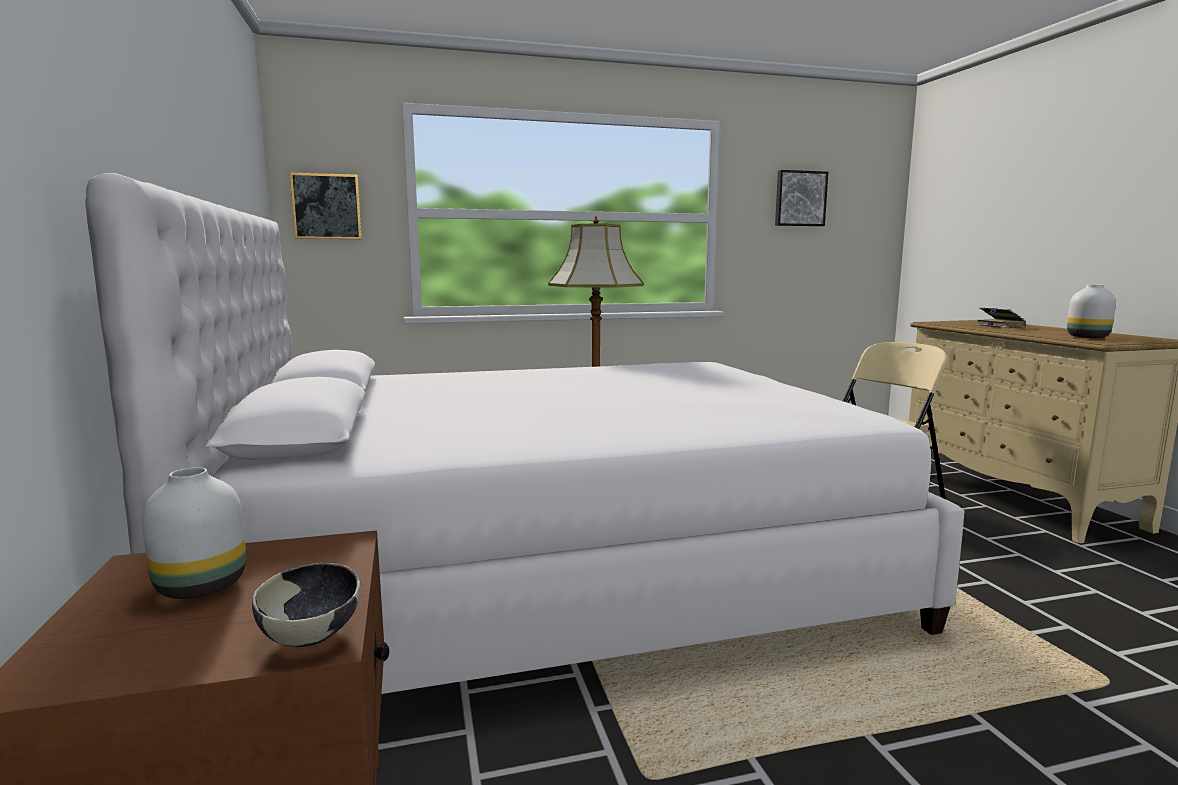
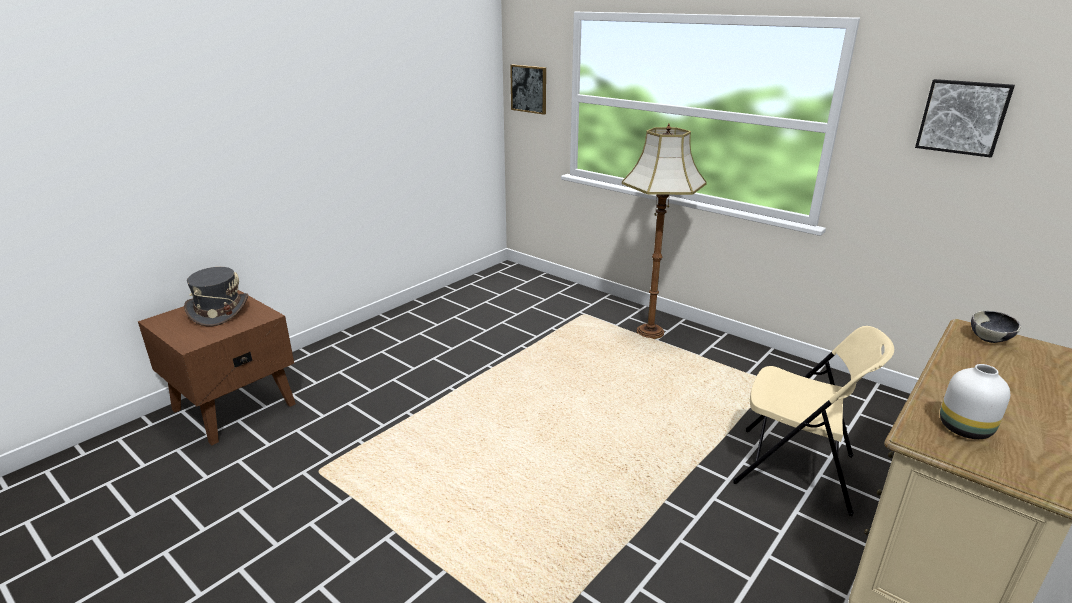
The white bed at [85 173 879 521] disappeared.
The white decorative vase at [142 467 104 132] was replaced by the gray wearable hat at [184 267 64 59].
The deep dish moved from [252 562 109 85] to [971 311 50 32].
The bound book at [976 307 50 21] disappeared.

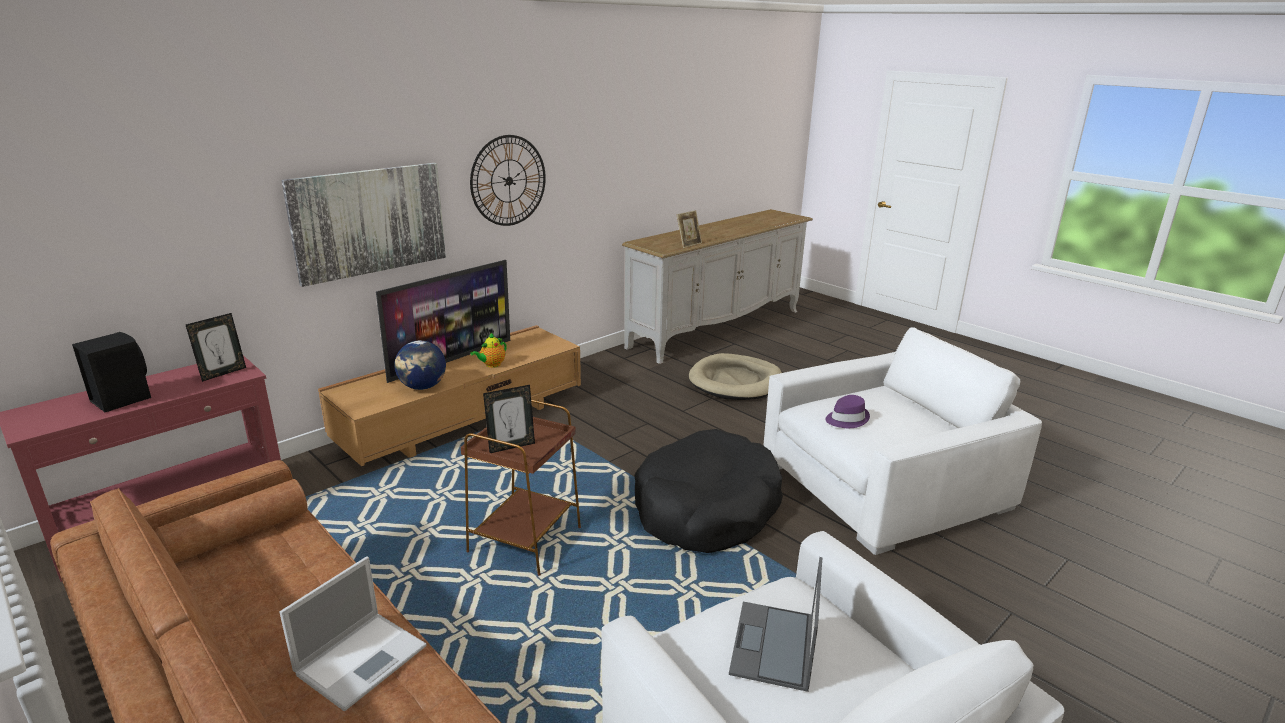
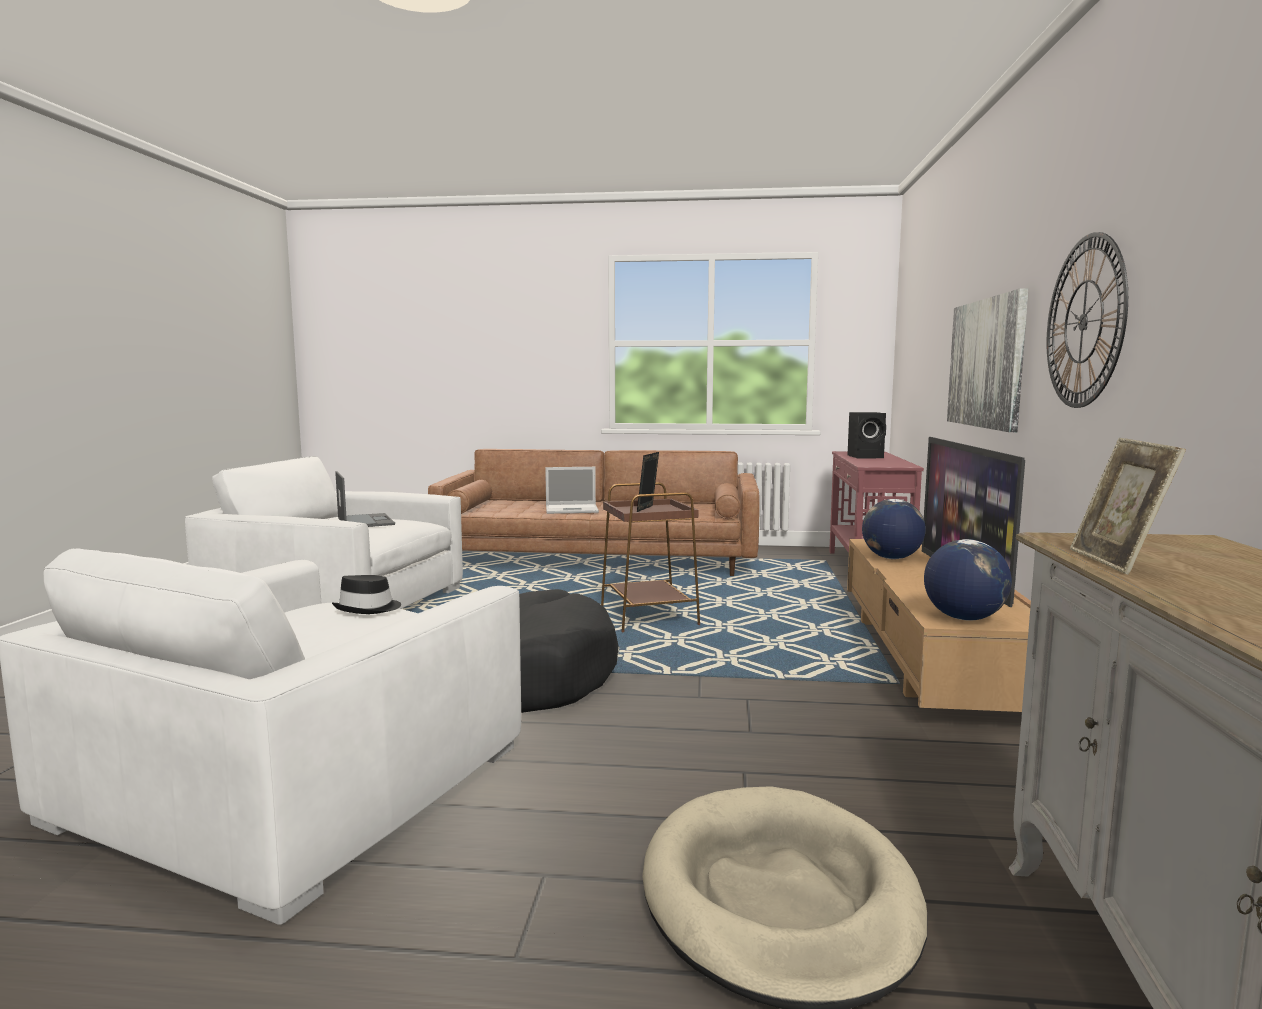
The photo frame at [186 313 60 69] disappeared.
The portable computer at [279 557 147 154] turned 90 degrees counterclockwise.
The tea pot at [470 333 37 35] disappeared.
The purplish wearable hat at [825 395 45 33] became the black wearable hat at [332 575 69 39].
The desk globe at [924 539 88 82] appeared.

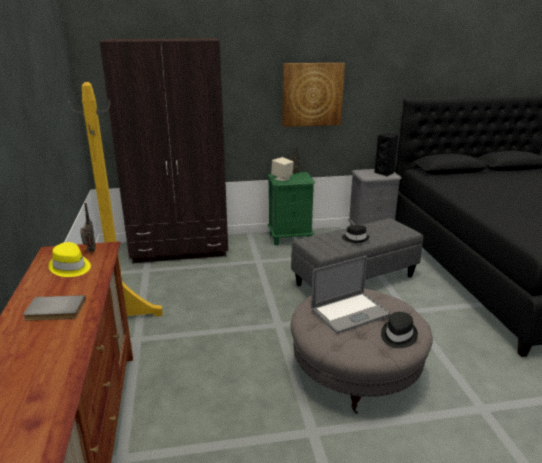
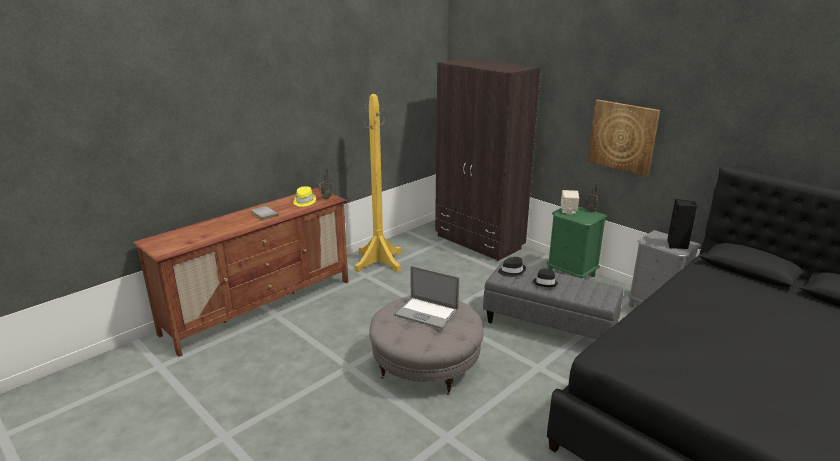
The black wearable hat moved from [381 312 37 36] to [498 257 28 20].

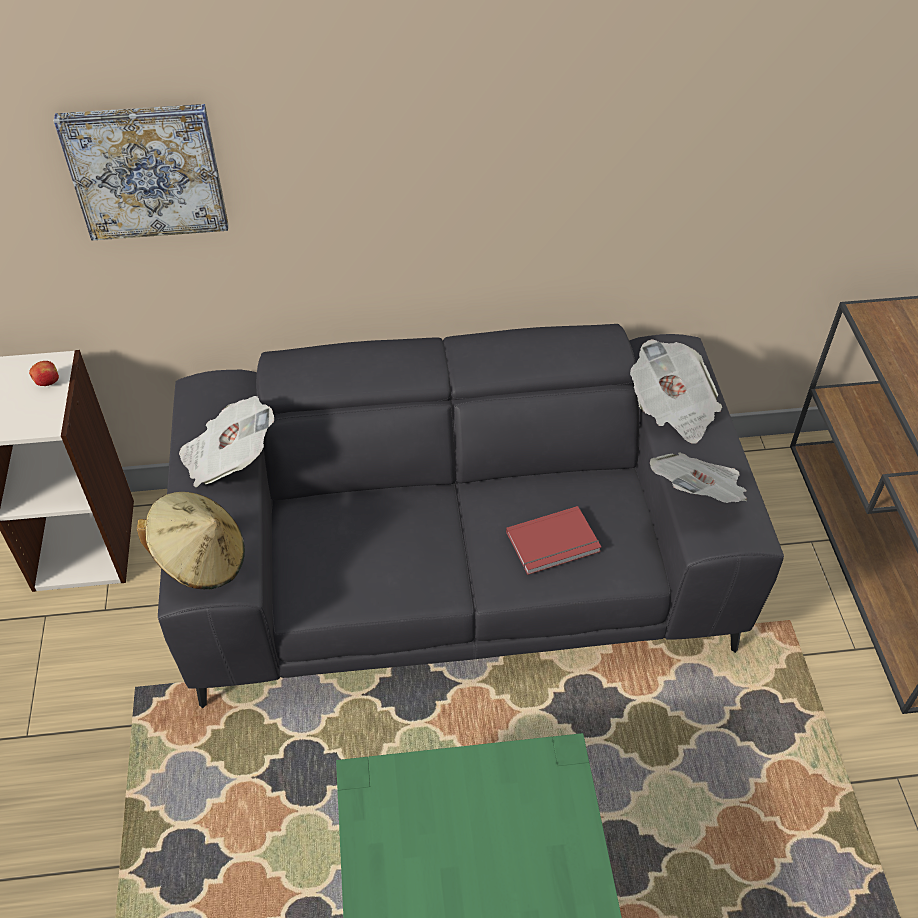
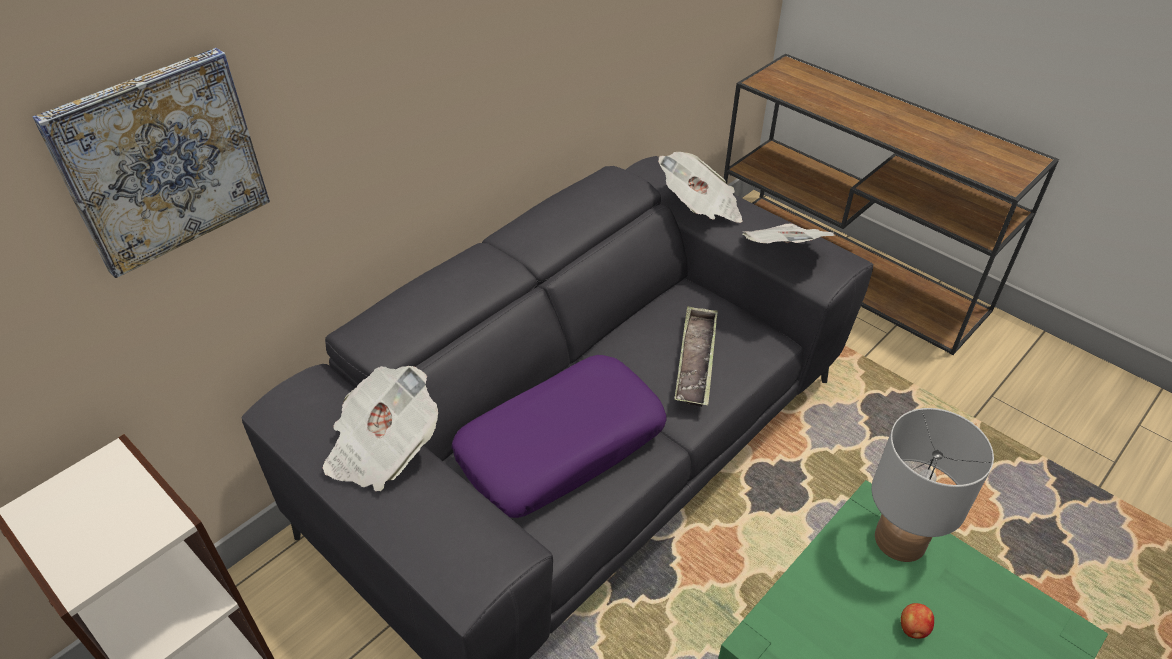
The apple fruit moved from [29 361 30 25] to [901 603 33 36].
The beige wearable hat at [137 492 108 97] disappeared.
The reddish bound book at [506 506 95 69] was replaced by the tray at [675 306 43 101].
The purplish pillow at [452 355 214 163] appeared.
The gray table lamp at [872 408 122 154] appeared.

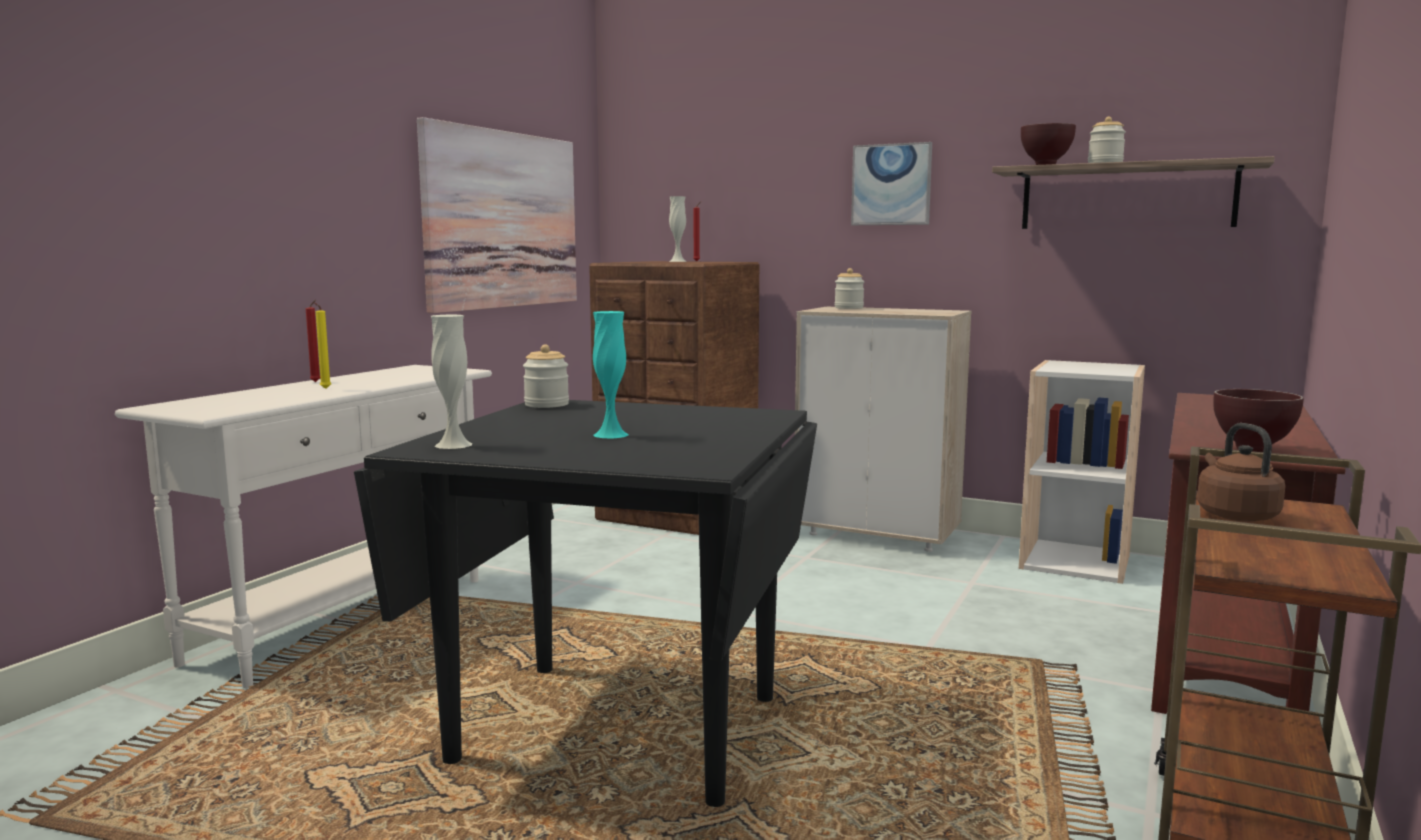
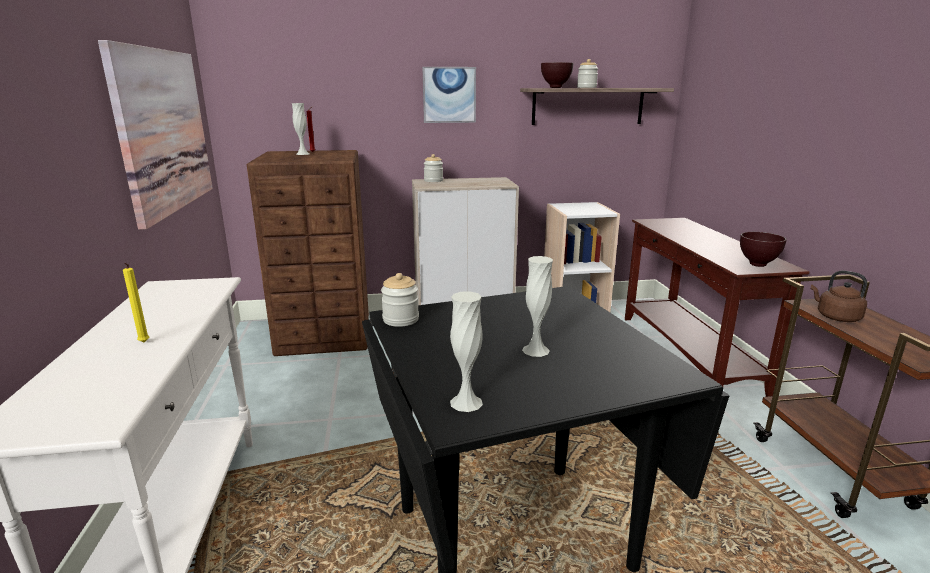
The reddish wax light at [306 300 14 82] disappeared.
The turquoise decorative vase at [593 311 35 127] became the white decorative vase at [522 256 31 101].

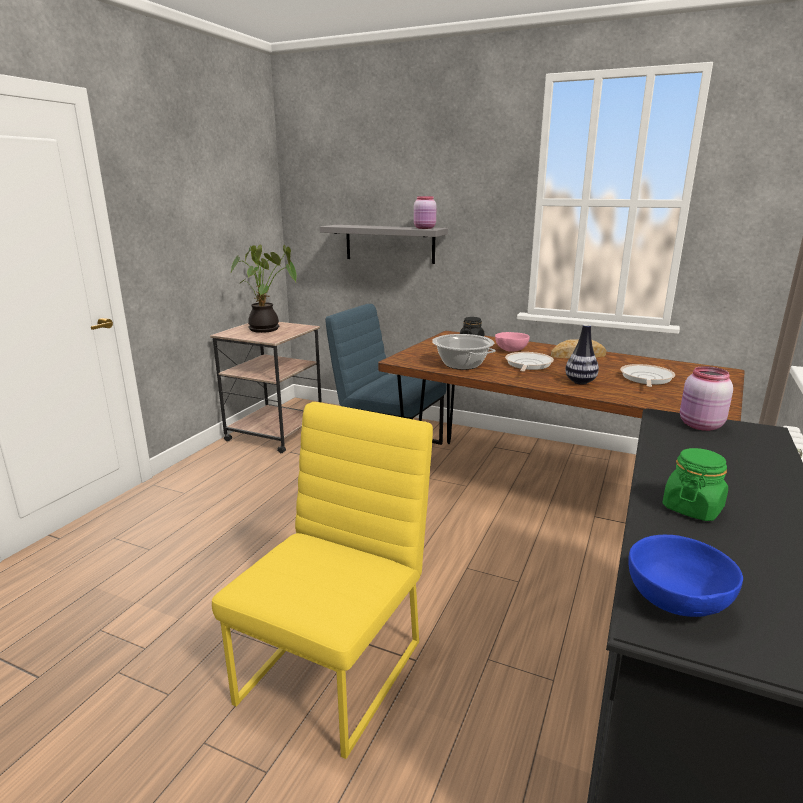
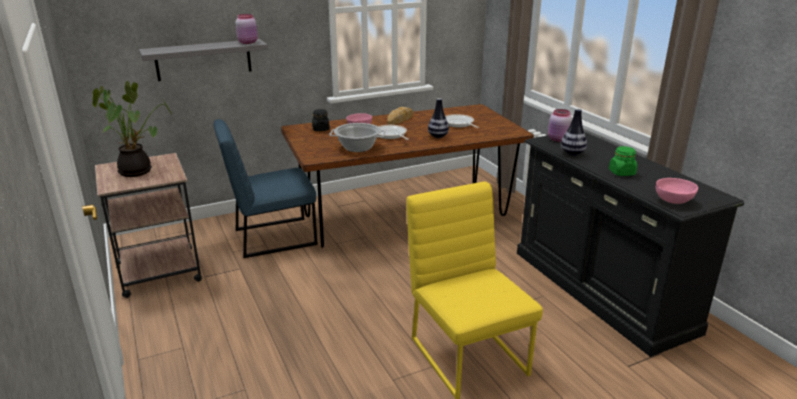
The blue deep dish at [628 535 115 82] became the pink-coloured deep dish at [656 178 42 26].
The decorative vase at [561 108 26 48] appeared.

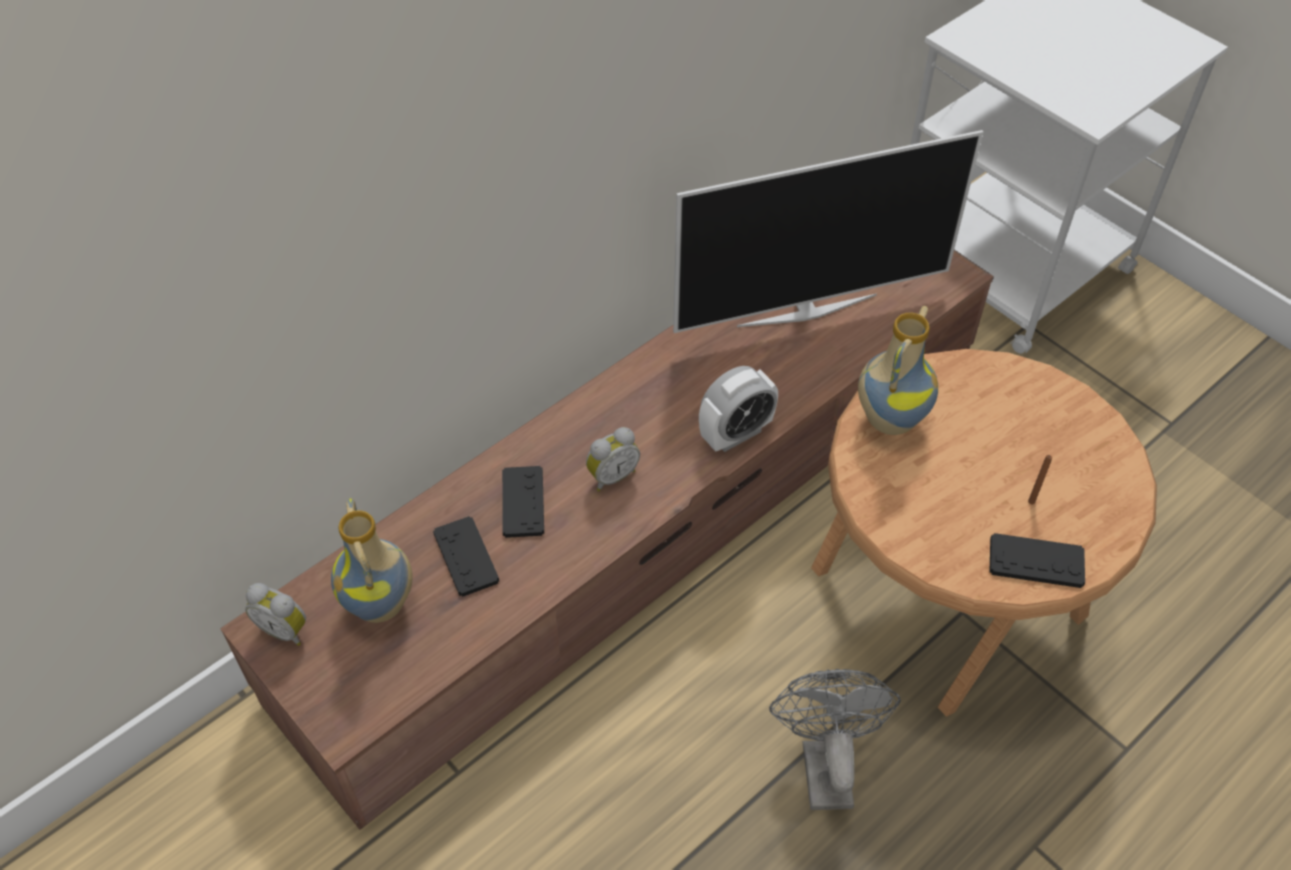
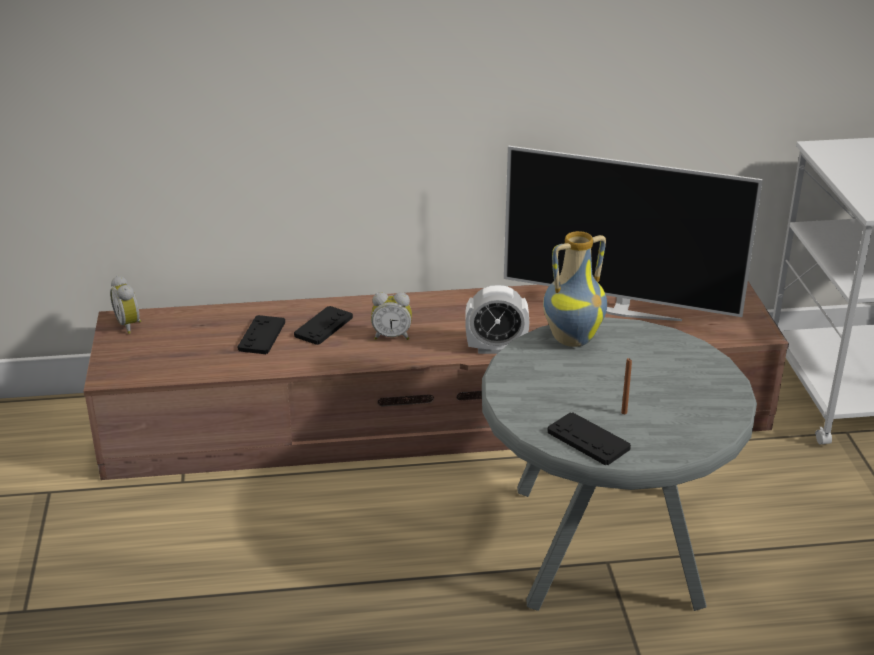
The decorative vase at [331 498 82 125] disappeared.
The gray cooling fan at [769 669 132 141] disappeared.
The brown-coloured side table at [811 349 346 367] became the gray side table at [482 317 275 294].

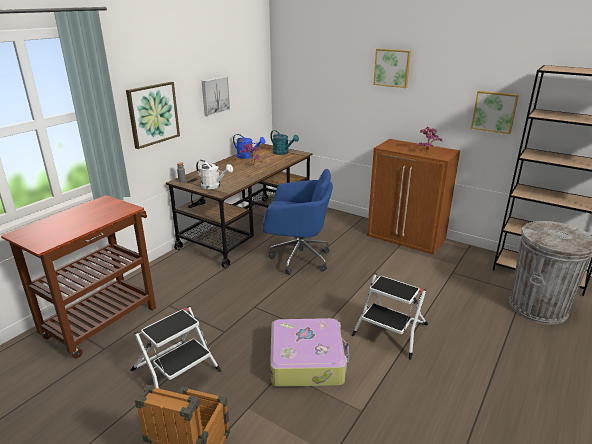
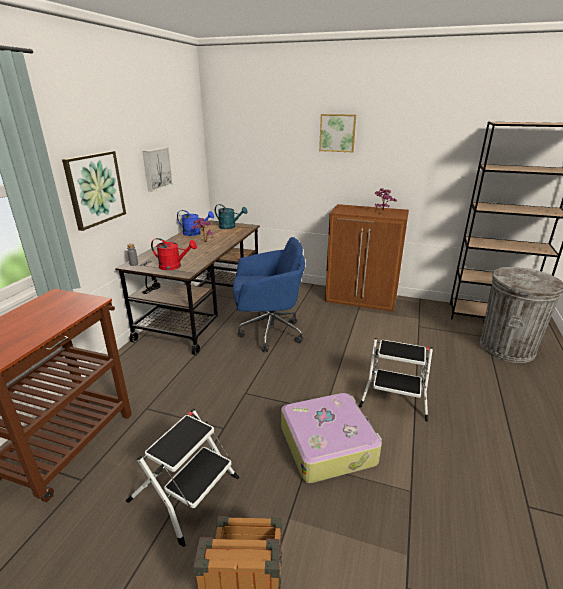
The white watering pot at [196 160 37 29] became the reddish watering pot at [151 238 46 32].
The wall picture at [471 91 48 43] disappeared.

